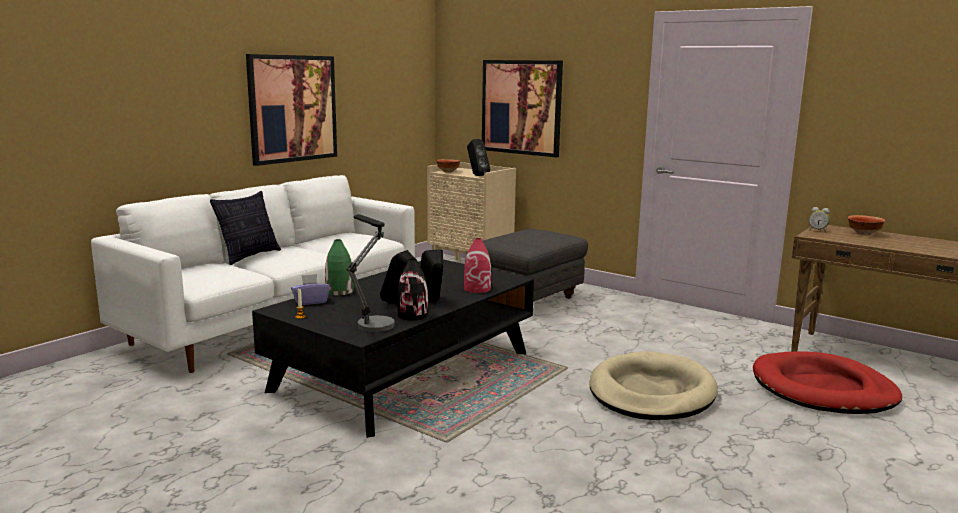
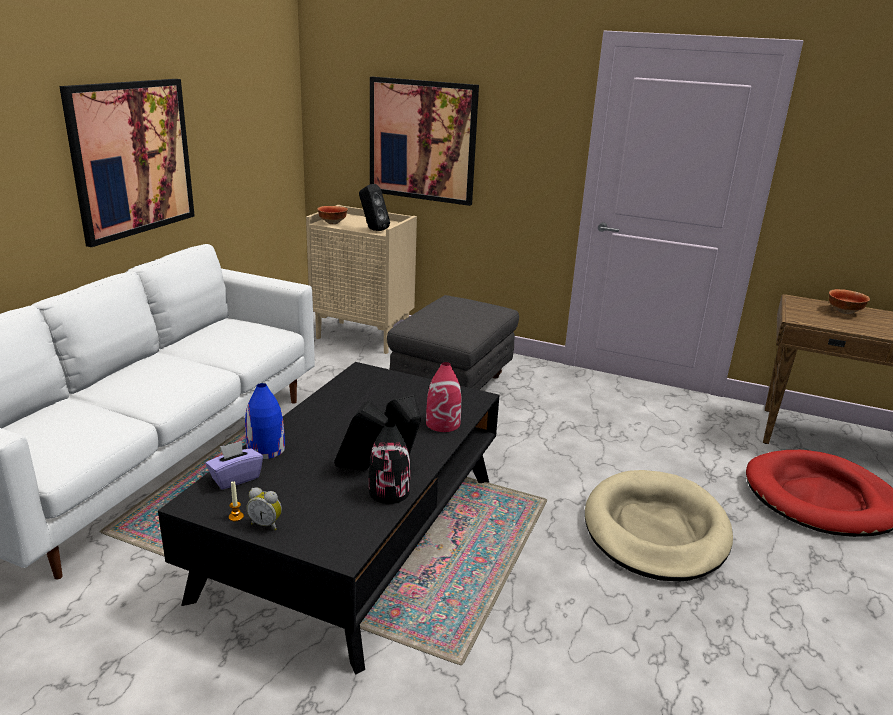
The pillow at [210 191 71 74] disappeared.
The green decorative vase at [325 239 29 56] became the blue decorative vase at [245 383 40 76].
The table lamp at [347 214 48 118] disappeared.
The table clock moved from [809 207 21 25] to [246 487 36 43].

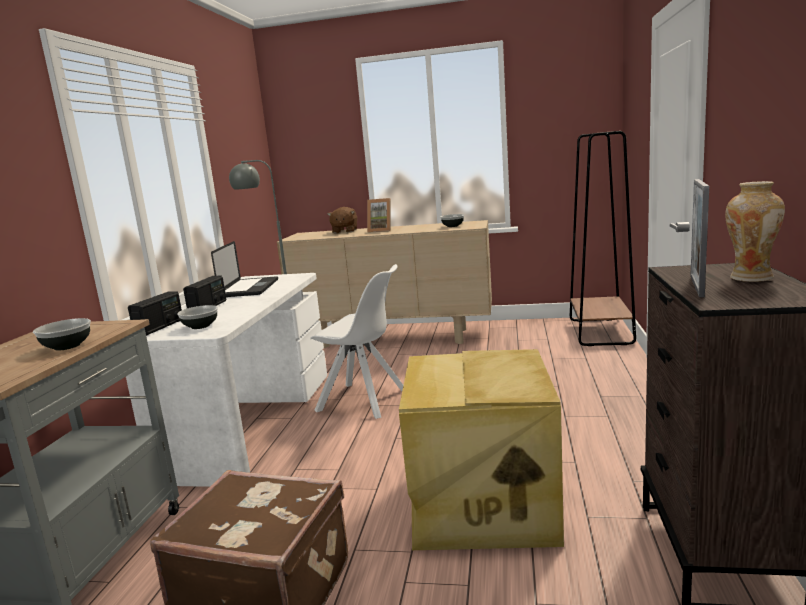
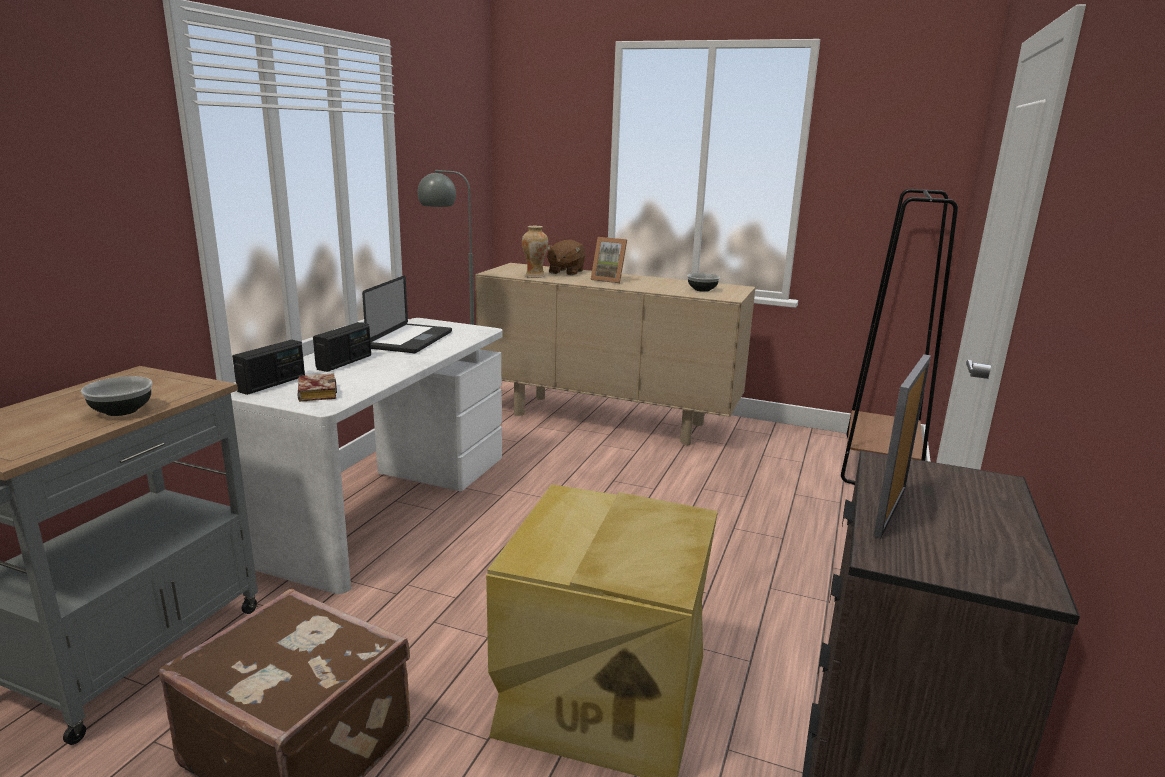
The deep dish at [177 305 41 24] was replaced by the bound book at [298 373 39 29].
The white chair at [310 264 93 155] disappeared.
The decorative vase moved from [725 181 60 101] to [522 226 26 52].

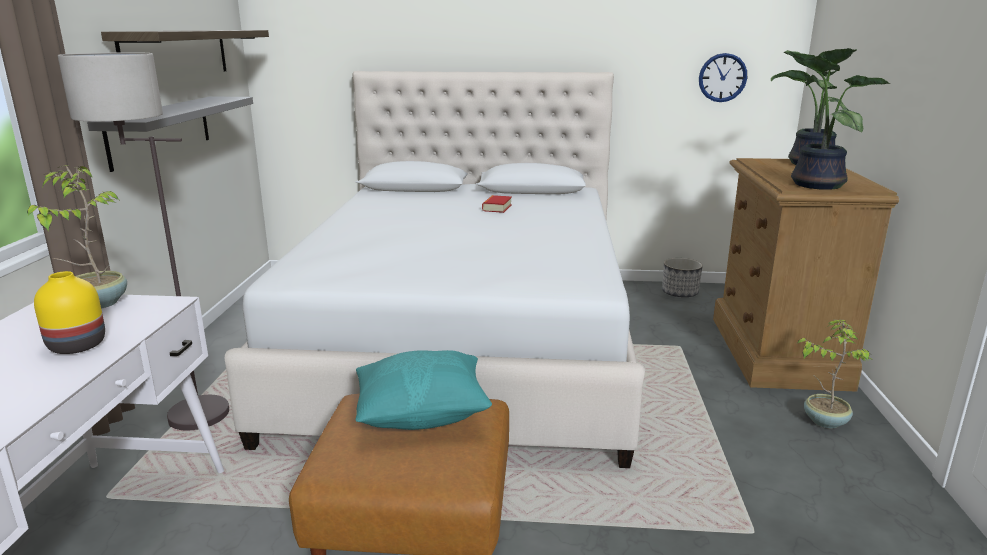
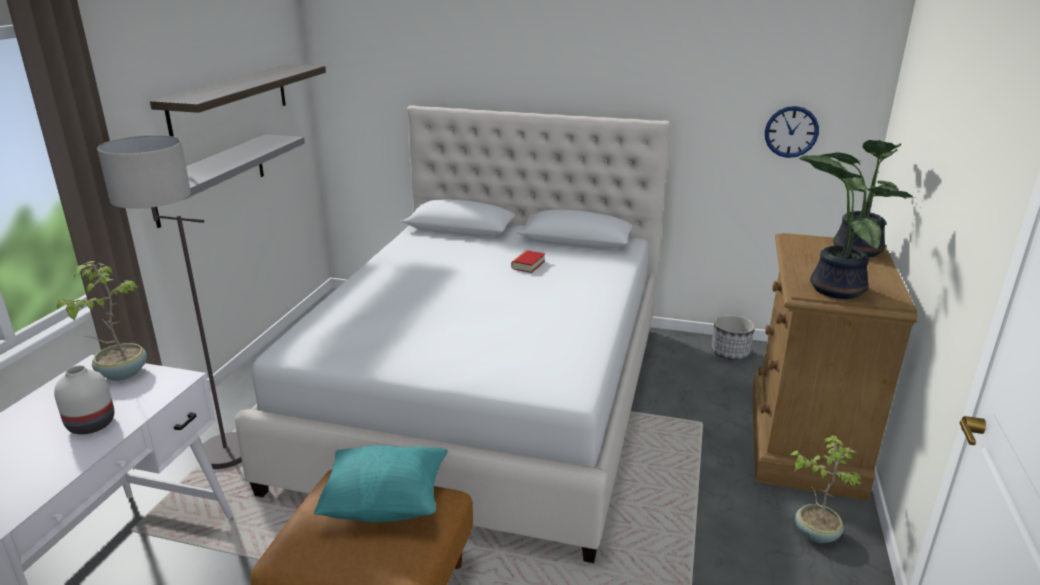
The yellow decorative vase at [34 271 71 83] became the white decorative vase at [54 365 60 69].

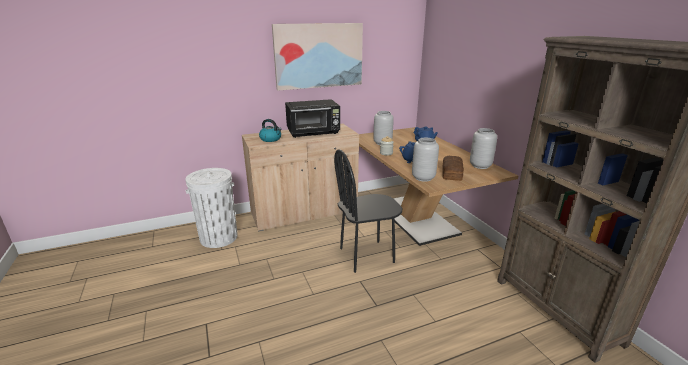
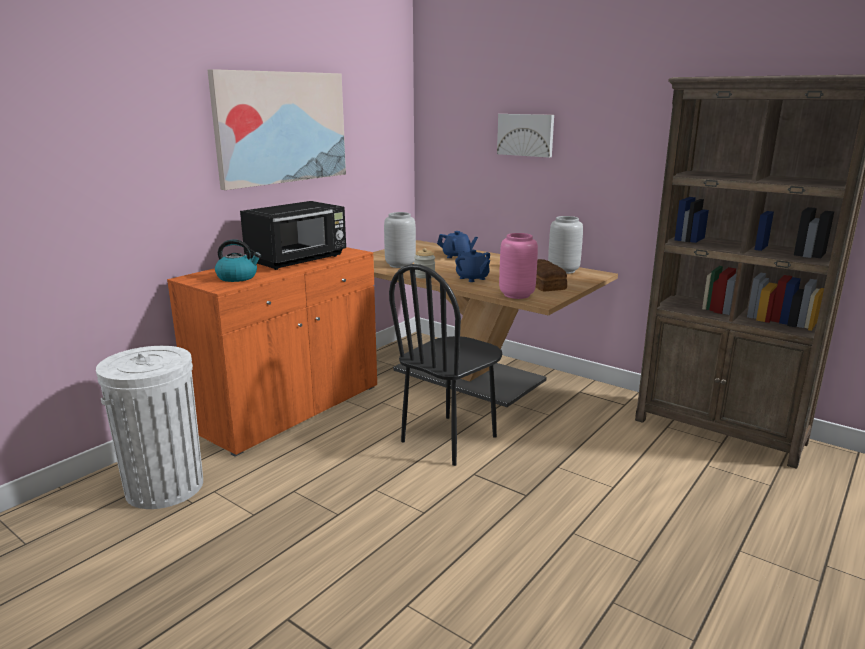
The beige cupboard at [242 124 117 107] became the orange-coloured cupboard at [167 247 210 210].
The gray decorative vase at [412 138 27 44] became the pink-coloured decorative vase at [499 233 39 66].
The wall picture at [497 114 57 44] appeared.

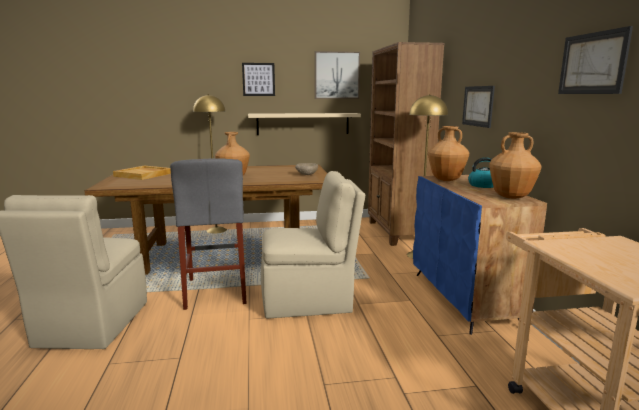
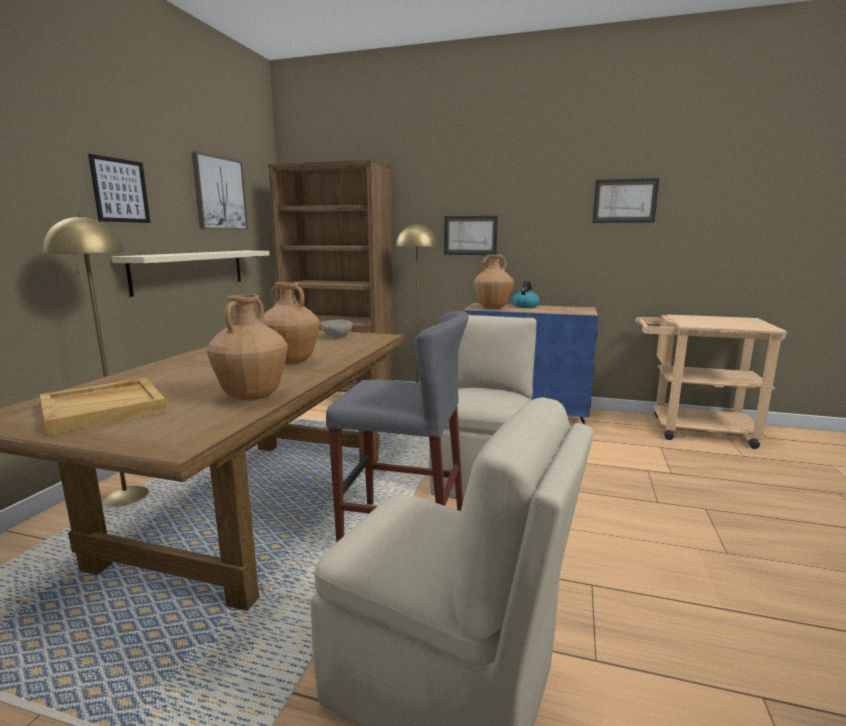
The brown-coloured decorative vase moved from [489 132 53 67] to [207 295 81 106].

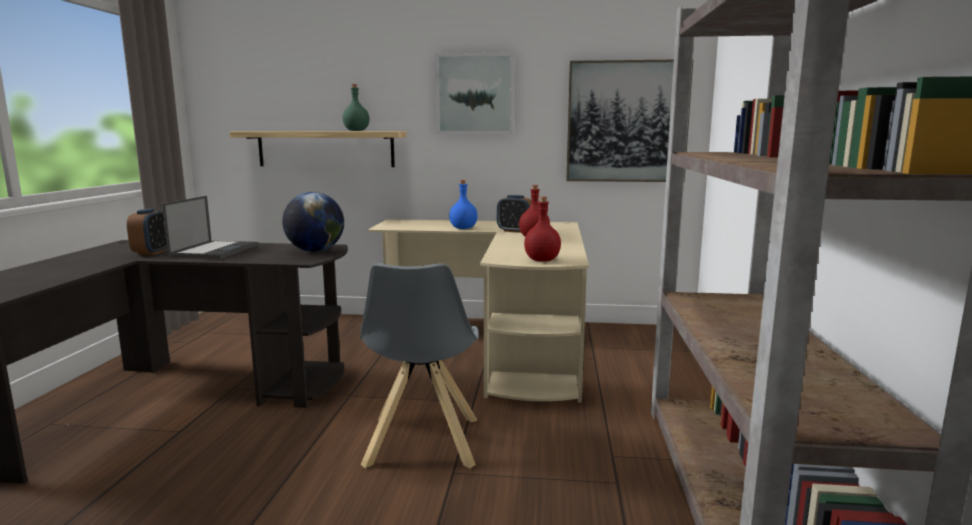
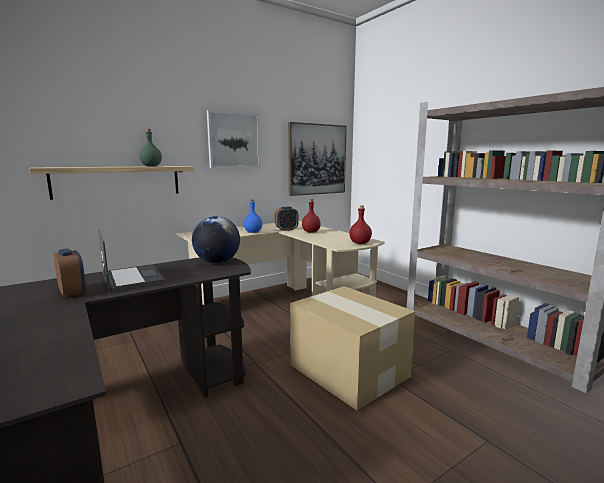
The gray chair at [360 263 119 205] was replaced by the carton at [290 286 125 125].

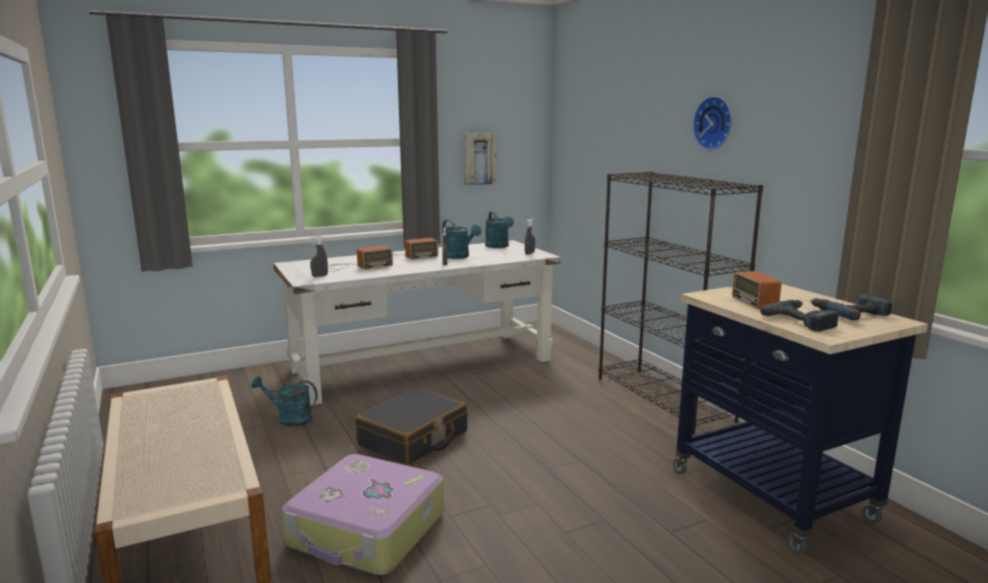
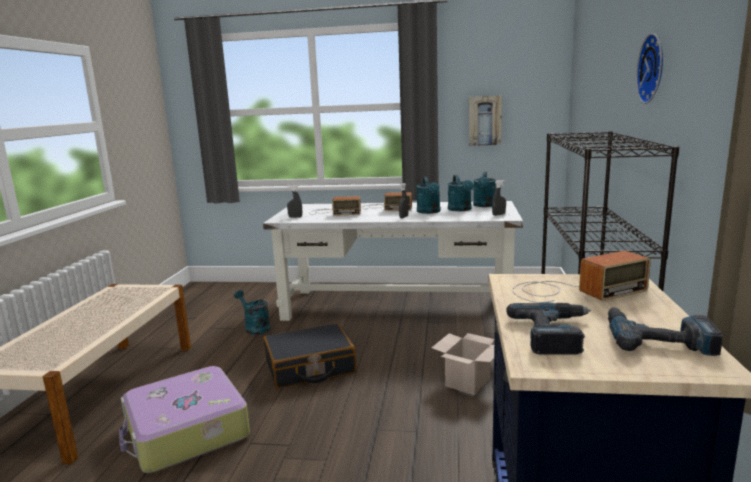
The radio receiver at [729 271 53 38] turned 135 degrees counterclockwise.
The carton at [431 333 63 62] appeared.
The turquoise watering pot at [448 175 26 36] appeared.

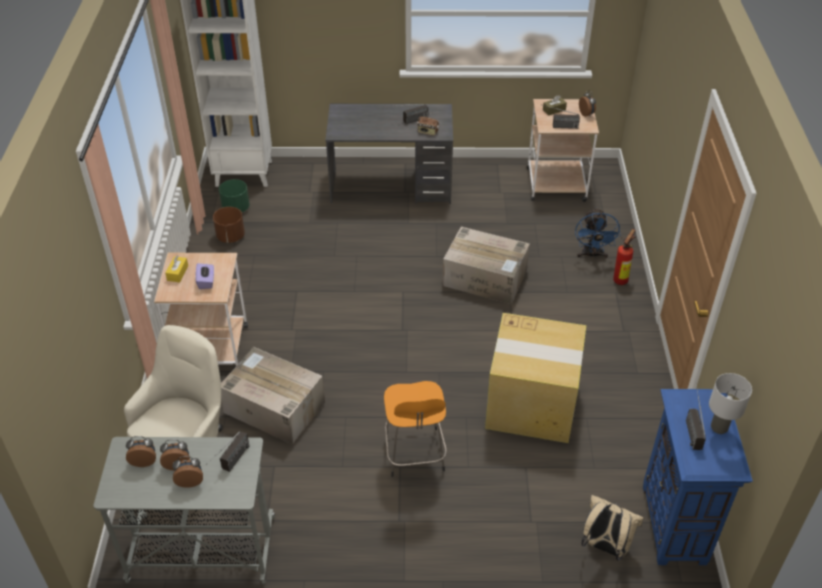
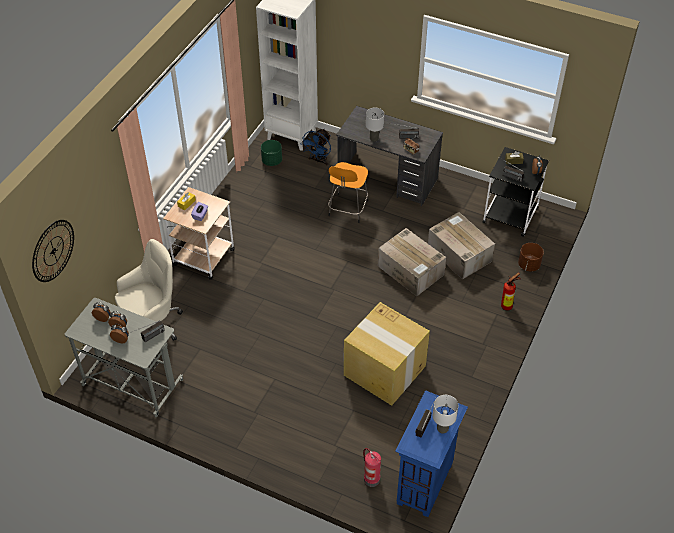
The brown-coloured plant pot moved from [213 207 32 36] to [518 243 26 28].
The carton moved from [221 347 104 98] to [428 212 67 68].
The orange-coloured sitting stool moved from [384 381 63 96] to [328 162 40 61].
The beige trolley at [527 99 72 103] became the black trolley at [483 147 66 90].
The blue cooling fan moved from [575 208 46 51] to [301 129 30 37].
The beige rucksack at [582 495 62 66] was replaced by the extinguisher at [363 448 18 39].
The wall clock at [32 220 42 62] appeared.
The white table lamp at [366 107 18 35] appeared.

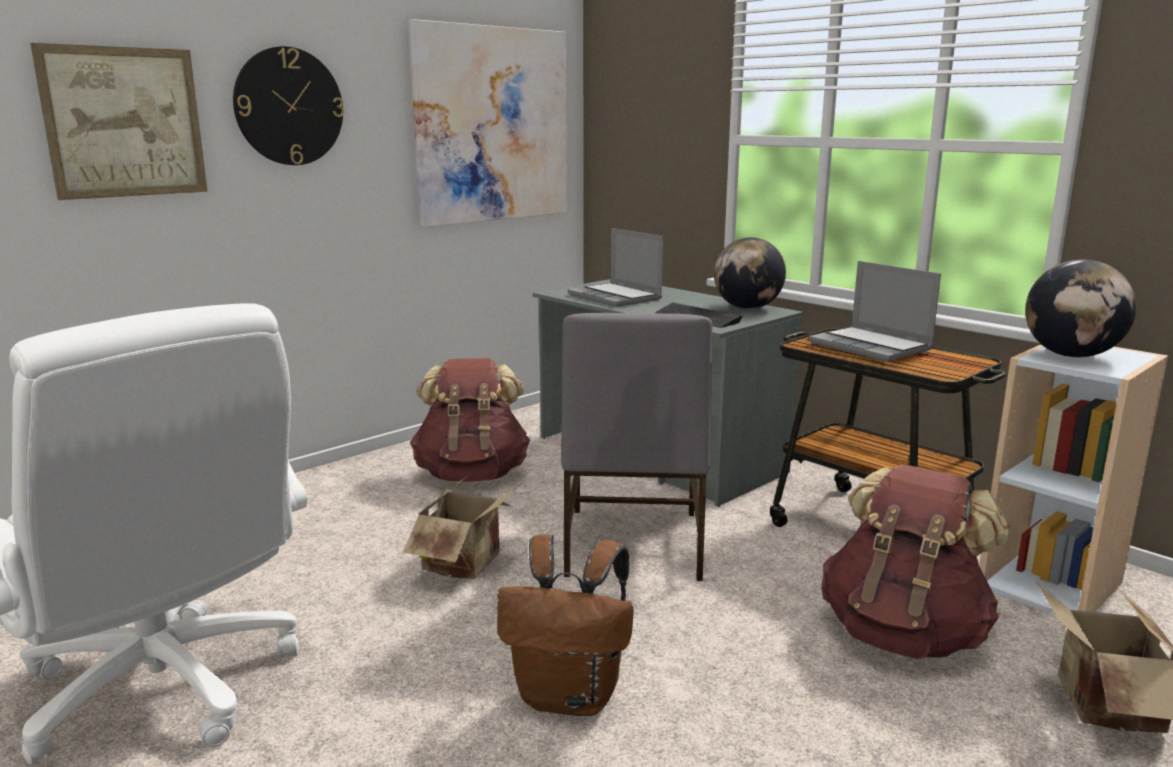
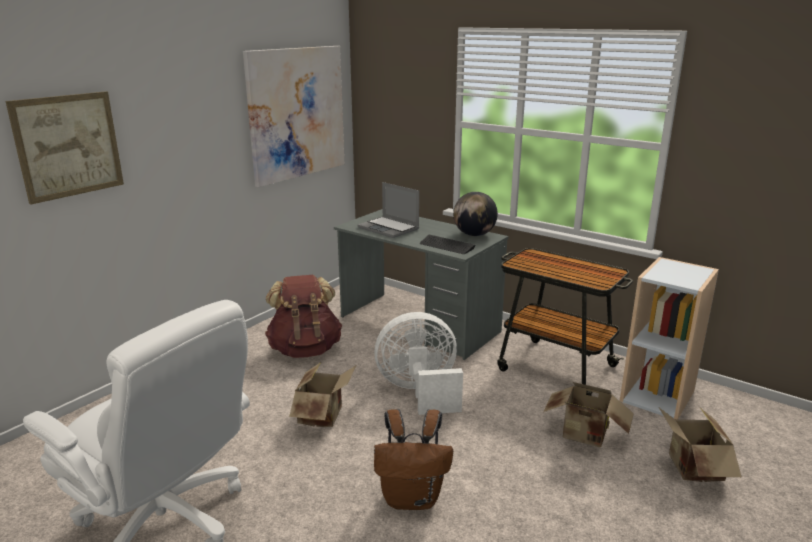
The wall clock at [233 46 111 119] disappeared.
The gray chair at [561 313 151 268] was replaced by the white cooling fan at [374 312 89 103].
The portable computer at [809 261 132 101] disappeared.
The brown-coloured rucksack at [821 464 189 195] was replaced by the carton at [543 382 91 66].
The desk globe at [1025 260 111 97] disappeared.

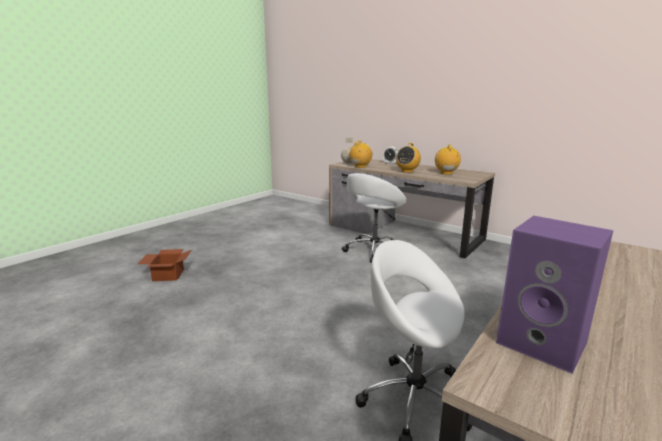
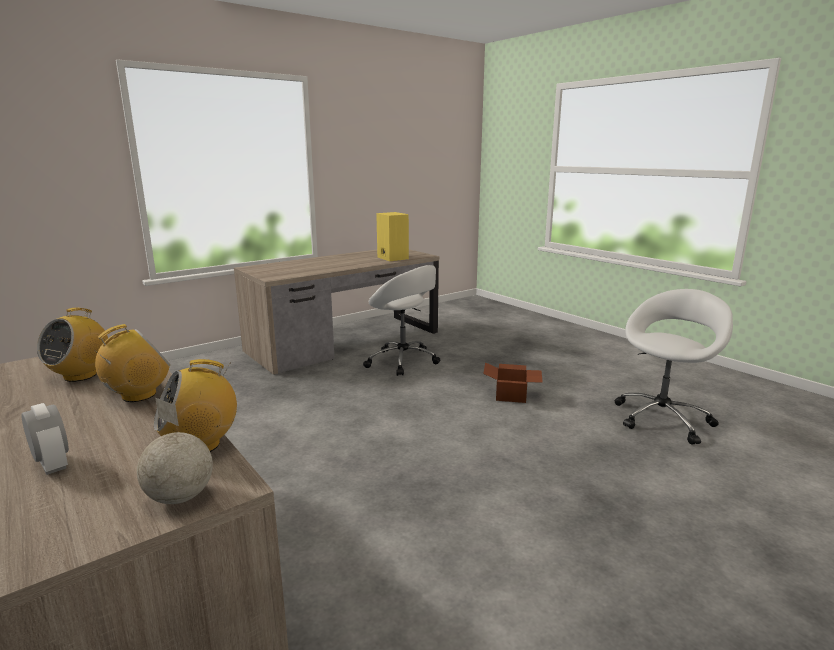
The carton moved from [138 249 54 32] to [483 362 60 41].
The white desk chair moved from [342 173 64 90] to [614 289 119 155].
The purplish speaker at [496 216 117 158] became the yellow speaker at [376 212 33 49].

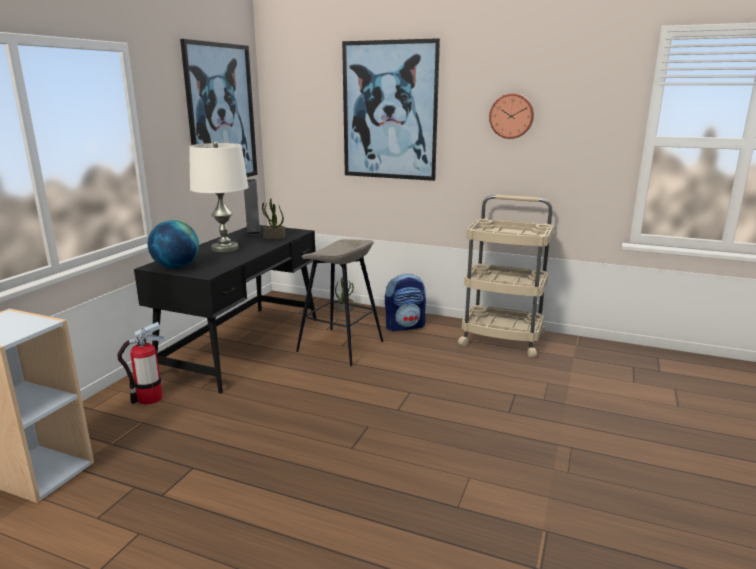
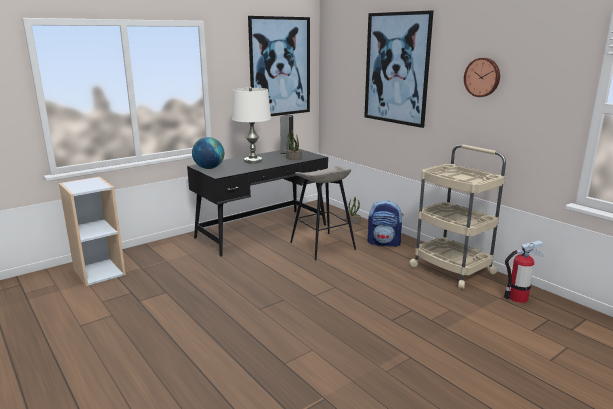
The extinguisher moved from [117 322 48 83] to [504 240 39 63].

